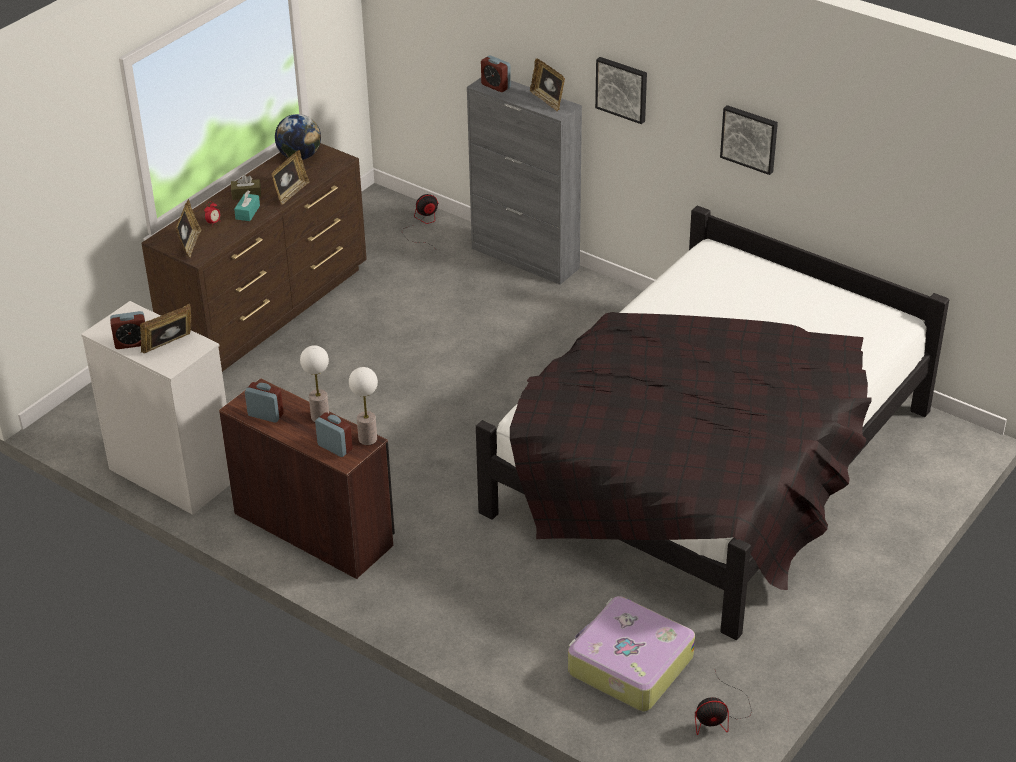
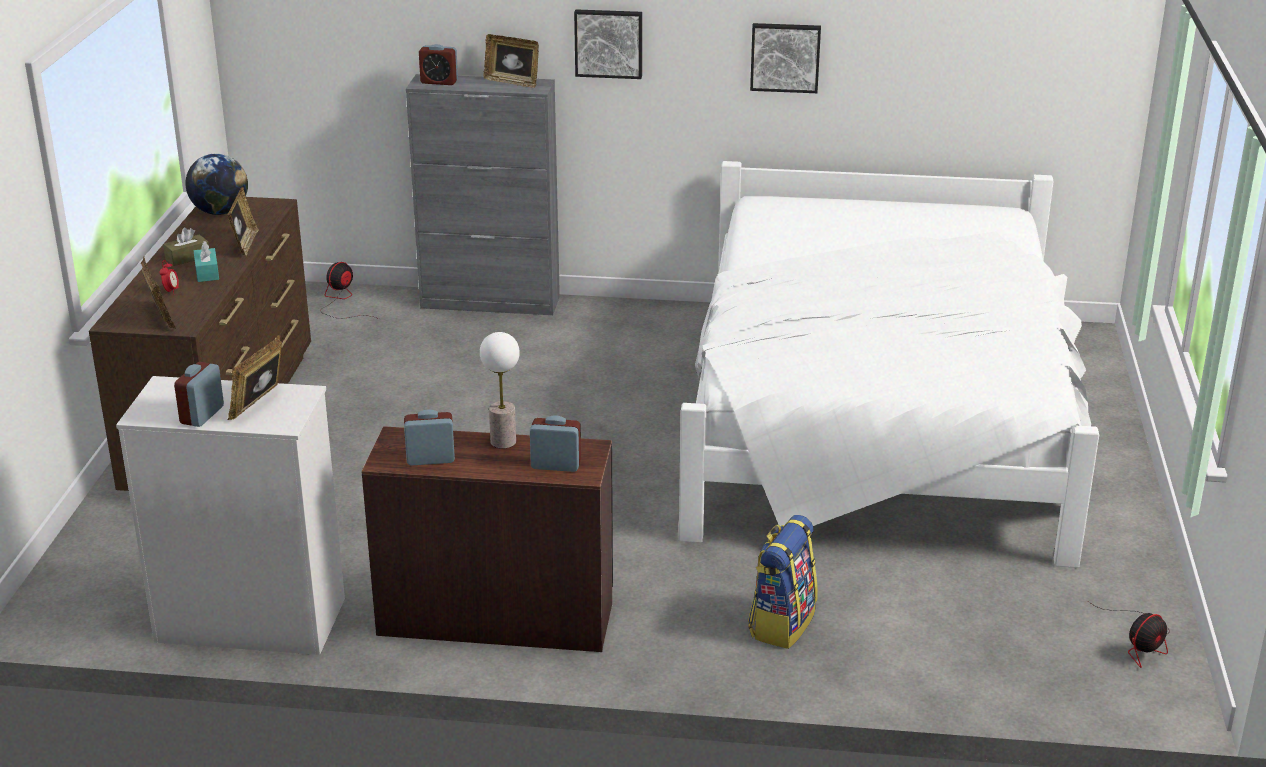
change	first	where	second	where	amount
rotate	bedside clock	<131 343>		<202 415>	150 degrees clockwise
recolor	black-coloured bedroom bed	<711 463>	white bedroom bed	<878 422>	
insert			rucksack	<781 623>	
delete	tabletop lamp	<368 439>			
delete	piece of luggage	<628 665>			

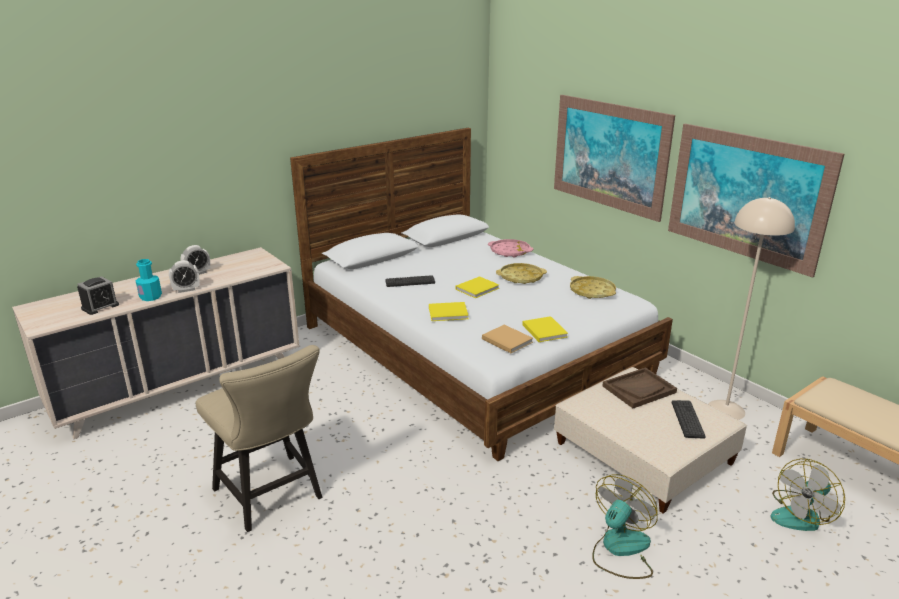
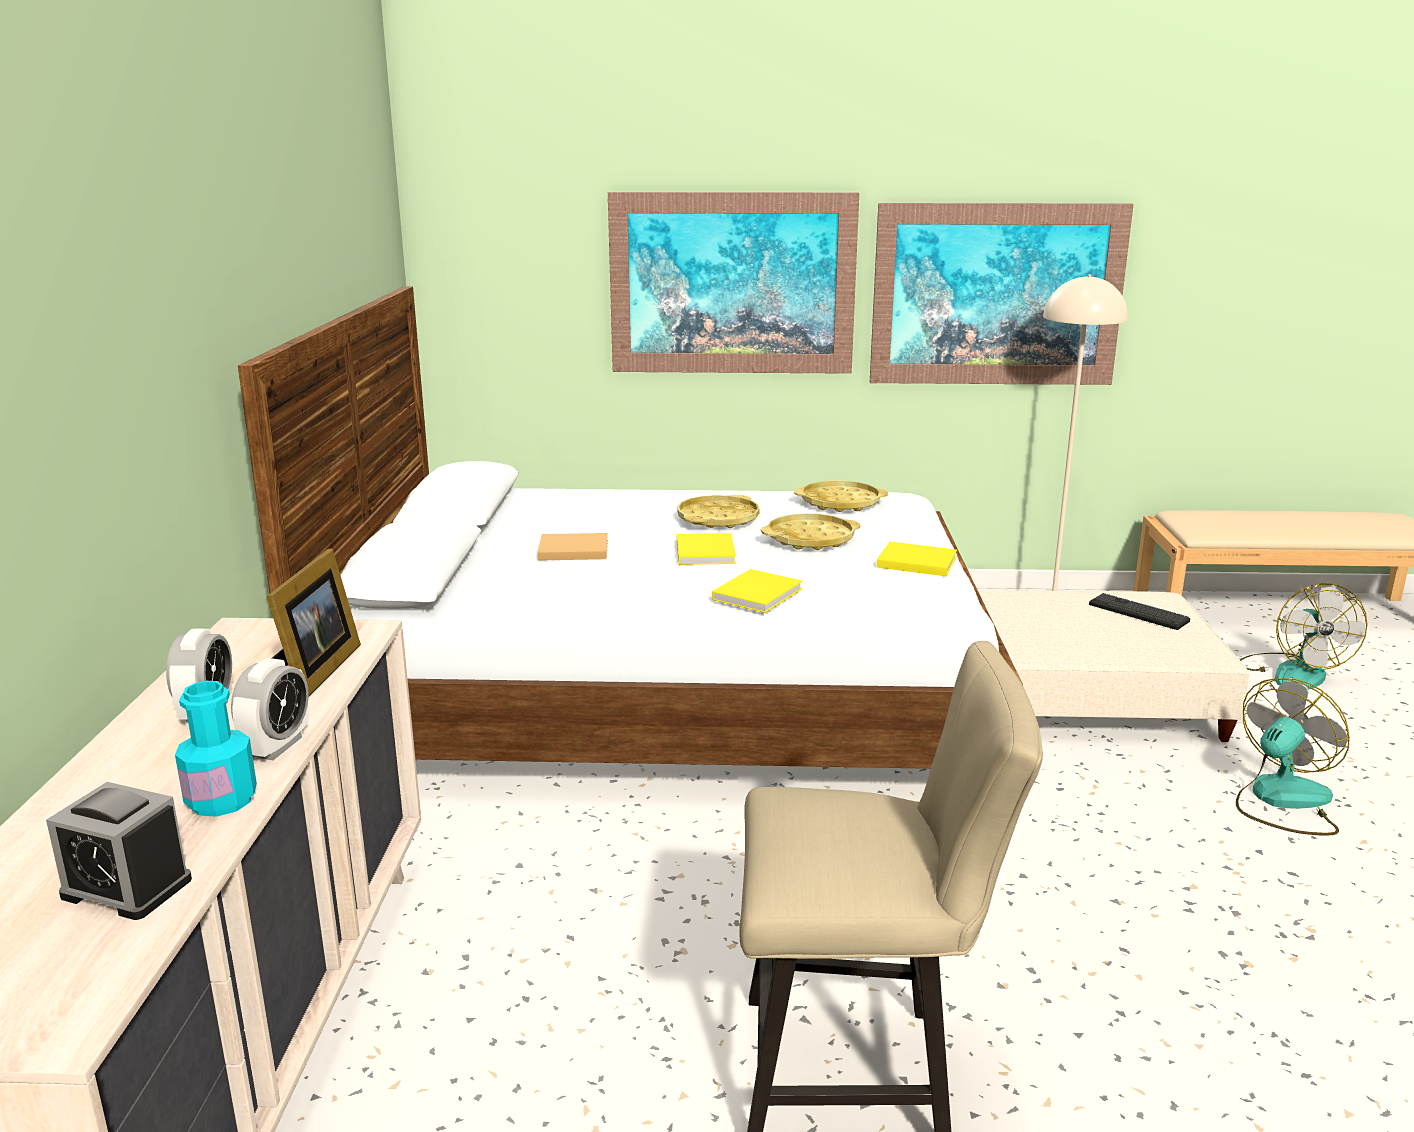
change	first	where	second	where	amount
rotate	bedside clock	<100 307>		<126 888>	120 degrees clockwise
insert			standing frame	<313 673>	
move	sand-coloured bound book	<506 340>		<571 550>	
insert			yellow serving tray	<810 539>	
rotate	cooling fan	<620 549>		<1282 801>	60 degrees clockwise
delete	PC keyboard	<410 282>			
delete	pinkish serving tray	<510 251>			
delete	brownish serving tray	<639 389>			

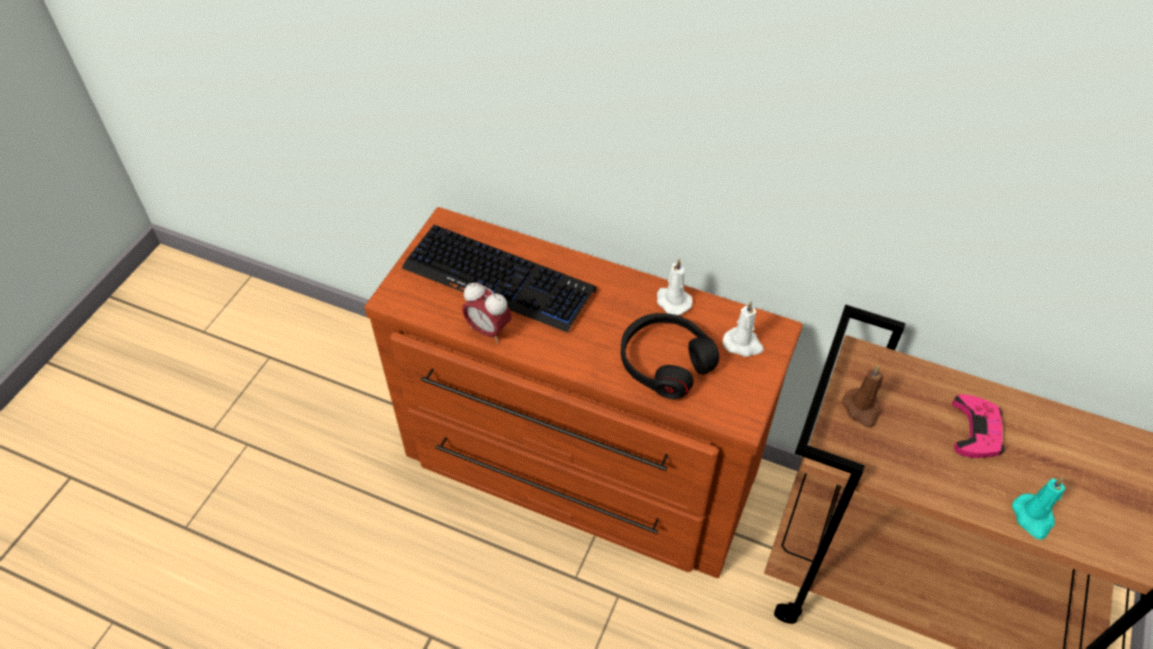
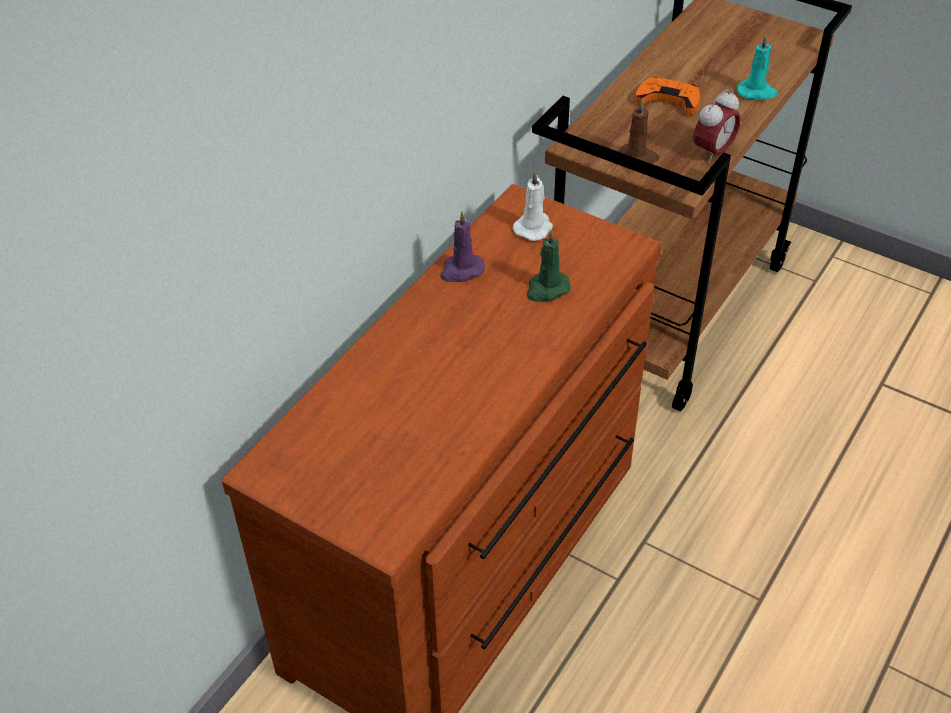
change	first	where	second	where	amount
recolor	white wax candle	<672 301>	purple wax candle	<461 270>	
replace	black-coloured pair of headphones	<665 362>	green wax candle	<547 289>	
recolor	pinkish joypad	<976 431>	orangey joypad	<668 100>	
move	bedside clock	<488 330>		<713 152>	
delete	PC keyboard	<499 279>			

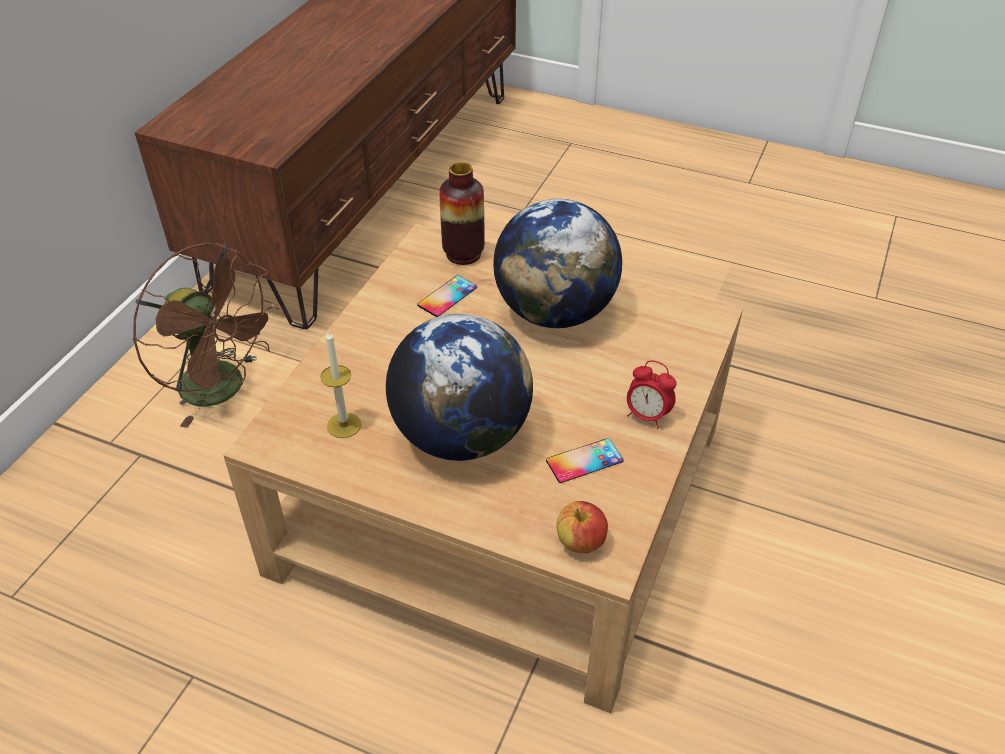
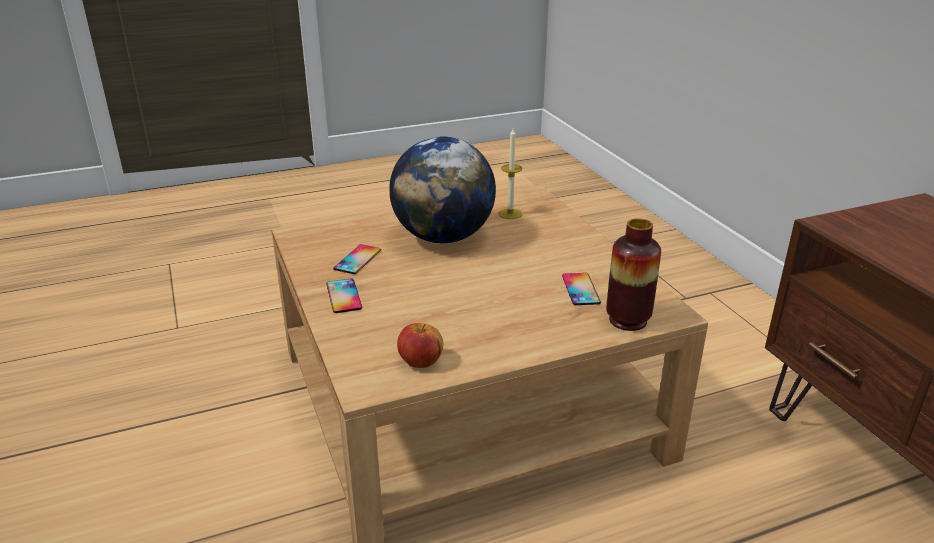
change	first	where	second	where	amount
replace	bedside clock	<647 416>	handset	<344 296>	
move	apple fruit	<580 542>		<420 362>	
delete	brownish cooling fan	<223 390>			
delete	world globe	<555 312>			

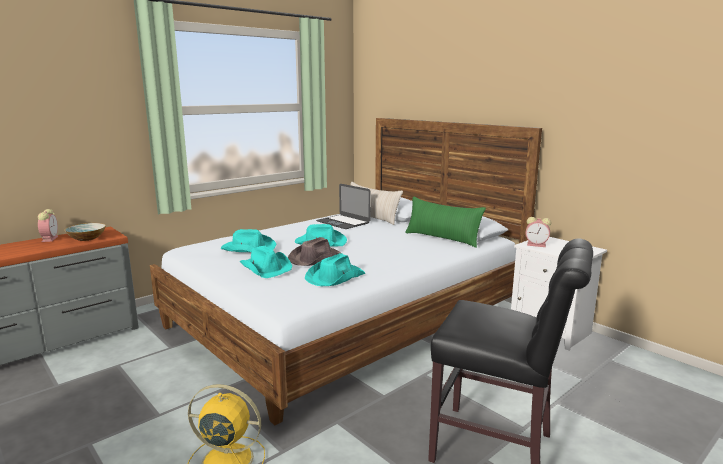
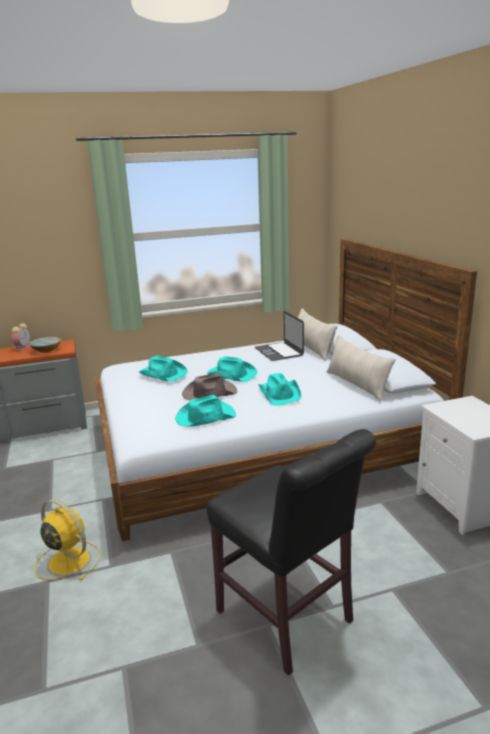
change	first	where	second	where	amount
move	turquoise wearable hat	<266 268>		<280 394>	
recolor	green pillow	<442 238>	sand-coloured pillow	<357 385>	
delete	bedside clock	<537 245>			

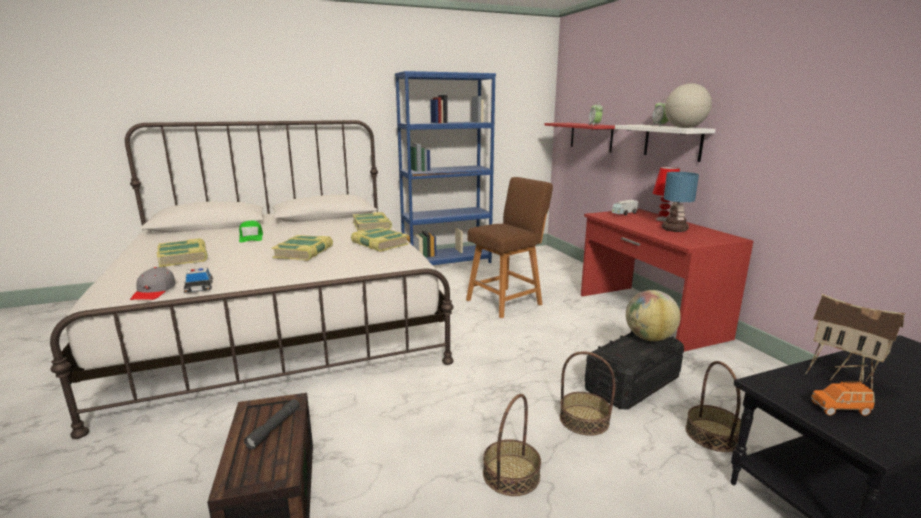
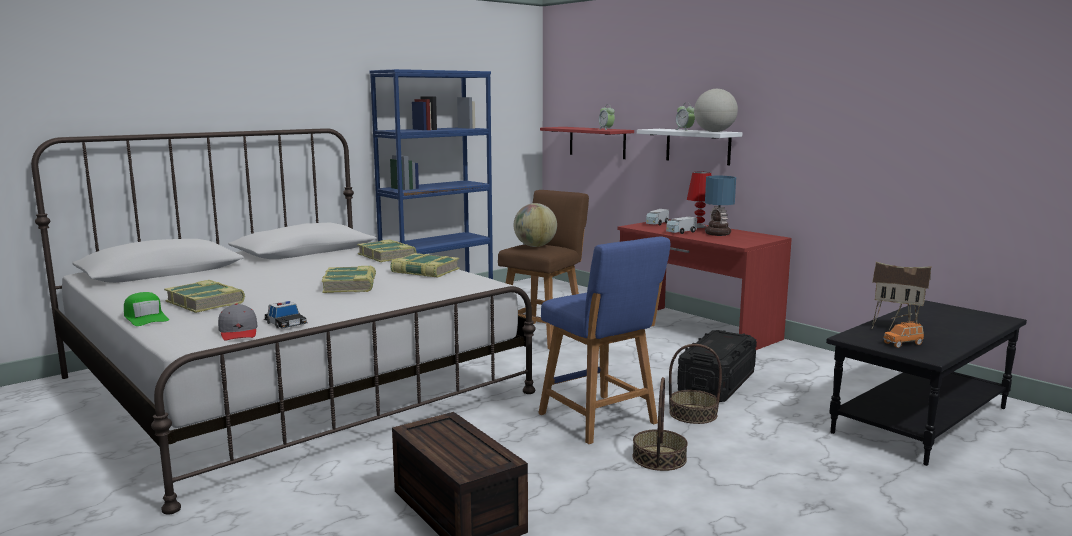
change	first	where	second	where	amount
move	green peaked cap	<251 237>		<146 318>	
move	world globe	<649 338>		<535 246>	
insert			blue-coloured stool seat	<601 420>	
insert			toy lorry	<681 232>	
delete	gray flashlight	<274 428>			
delete	basket	<713 435>			

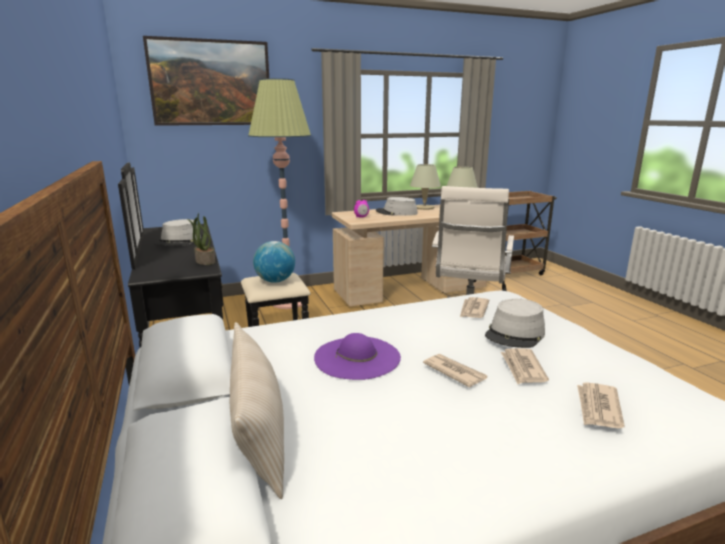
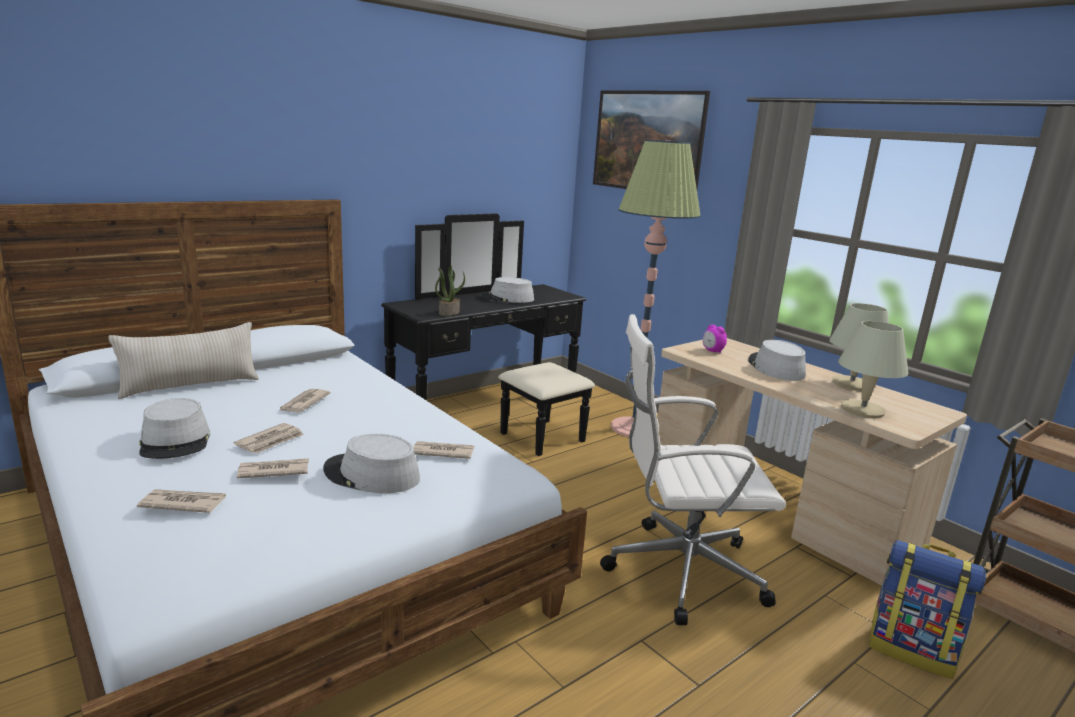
change	first	where	second	where	amount
insert			gray wearable hat	<175 441>	
replace	purple wearable hat	<357 357>	daily paper	<303 403>	
insert			rucksack	<912 650>	
delete	world globe	<275 281>			

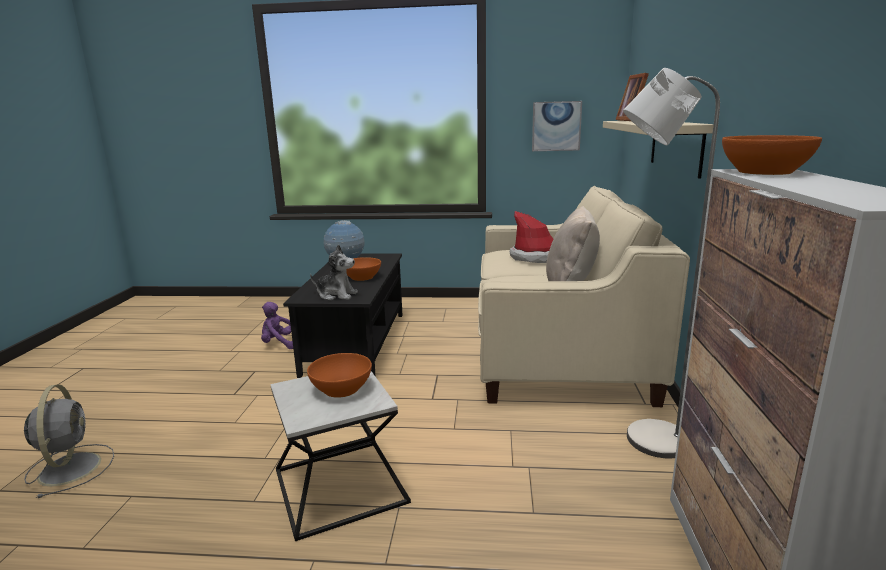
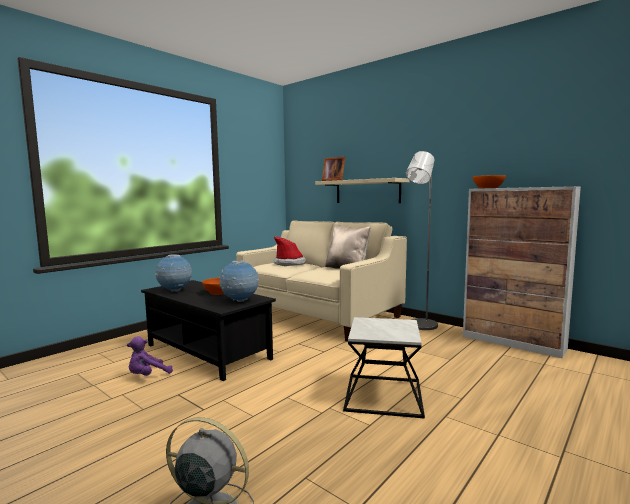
change	first	where	second	where	amount
replace	soft toy	<336 295>	world globe	<240 301>	
delete	orangey serving bowl	<341 388>			
delete	wall picture	<556 126>			

